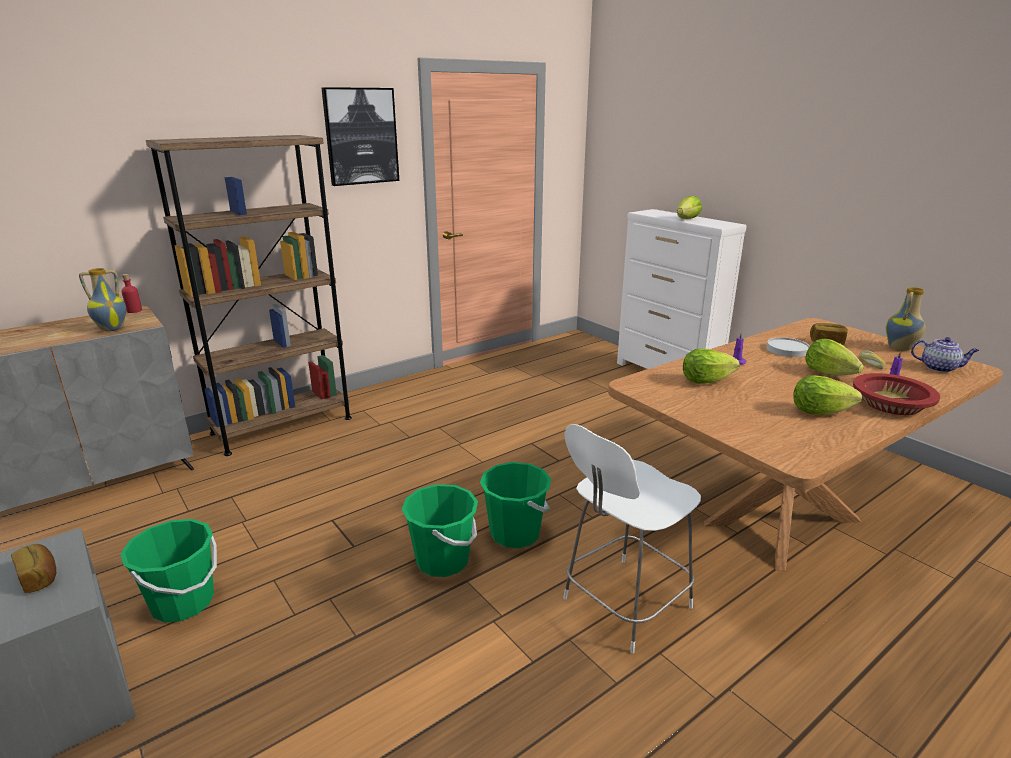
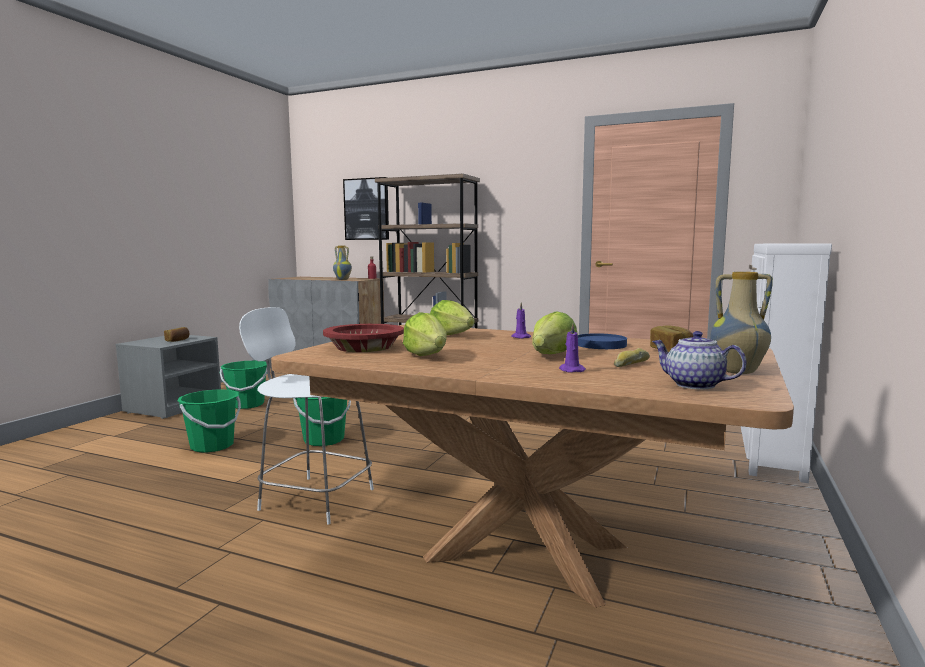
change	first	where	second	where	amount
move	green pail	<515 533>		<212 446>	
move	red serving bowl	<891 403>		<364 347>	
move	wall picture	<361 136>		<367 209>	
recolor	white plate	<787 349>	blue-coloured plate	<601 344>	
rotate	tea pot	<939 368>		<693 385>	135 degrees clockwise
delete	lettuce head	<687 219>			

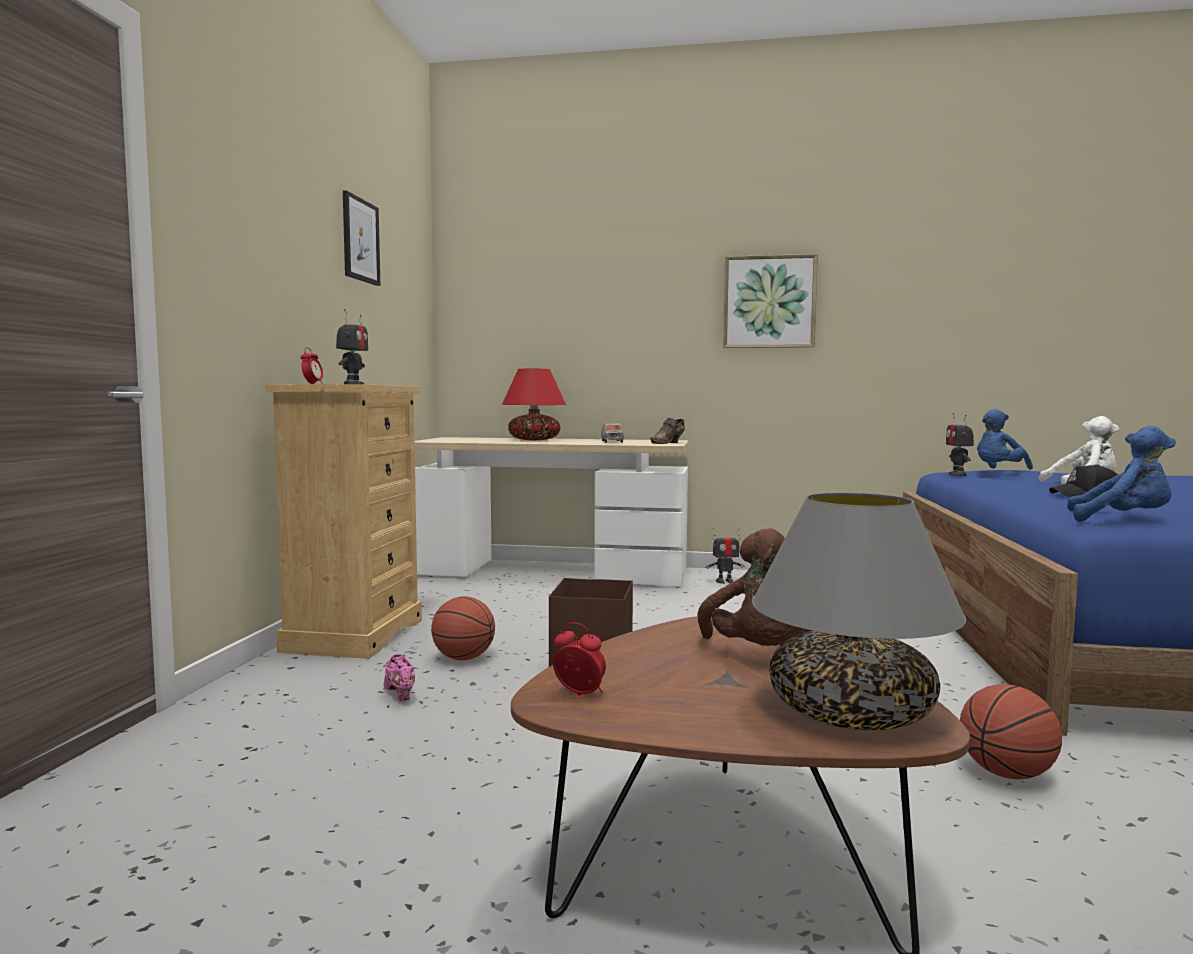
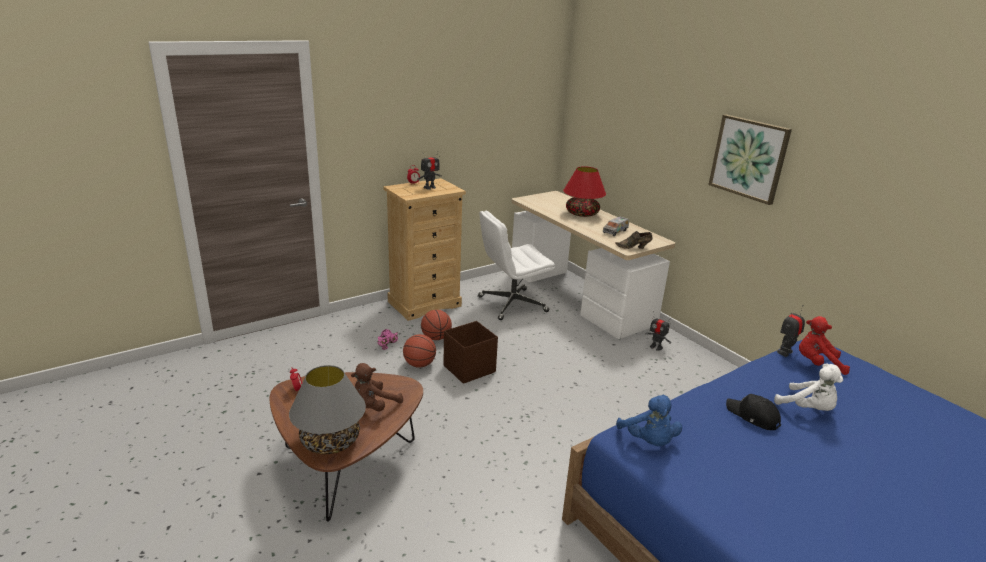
change	first	where	second	where	amount
move	ball for basketball	<1006 773>		<419 364>	
insert			white office chair	<511 304>	
recolor	blue-coloured soft toy	<998 471>	red soft toy	<816 364>	
delete	wall picture	<360 240>			

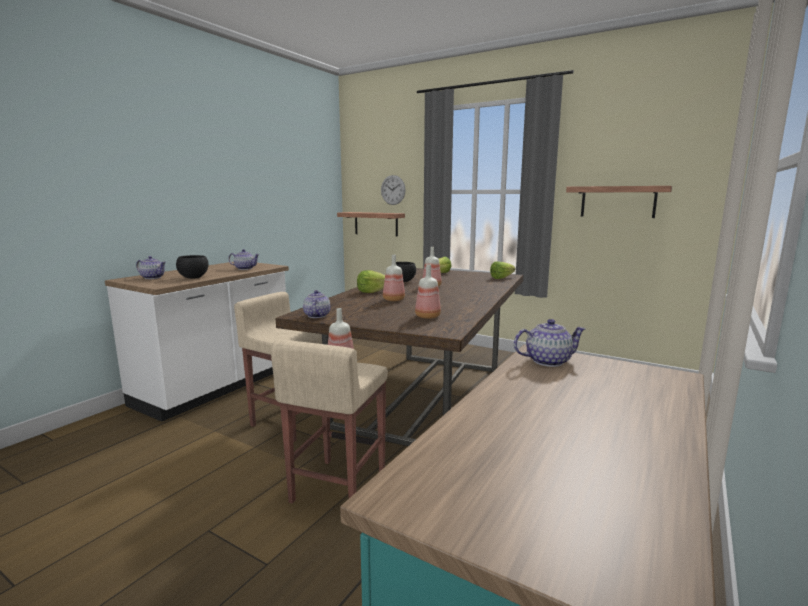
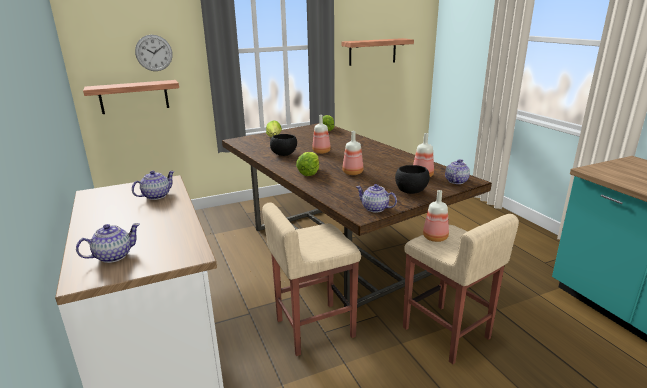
change	first	where	second	where	amount
move	black-coloured serving bowl	<193 277>		<410 191>	
move	tea pot	<547 361>		<456 181>	

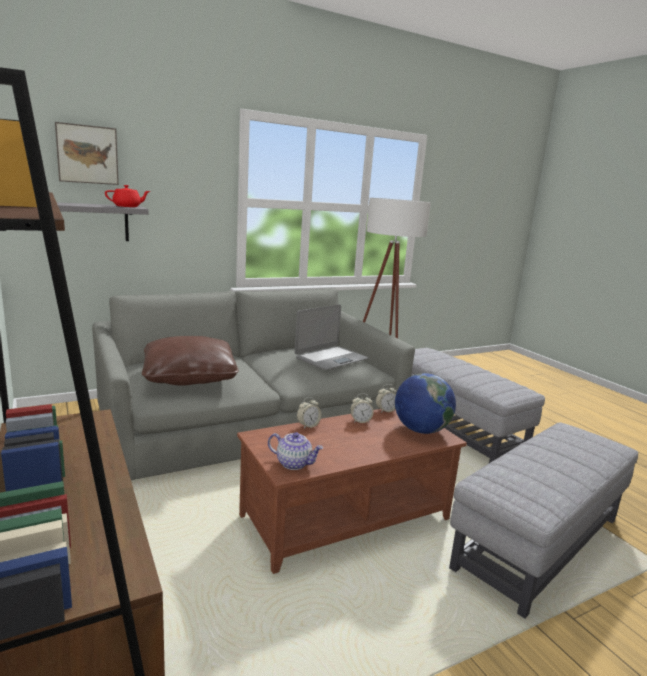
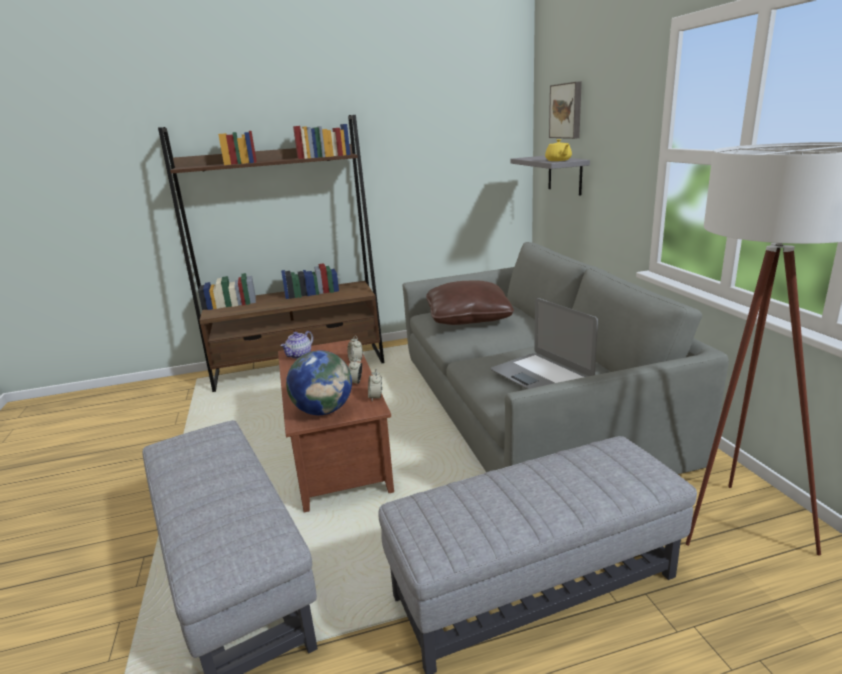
change	first	where	second	where	amount
recolor	red tea pot	<127 206>	yellow tea pot	<558 160>	

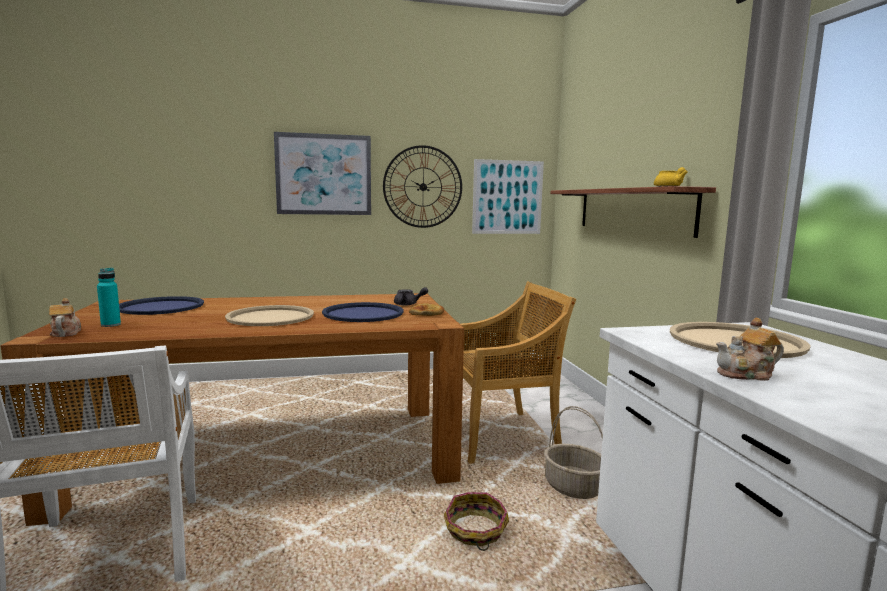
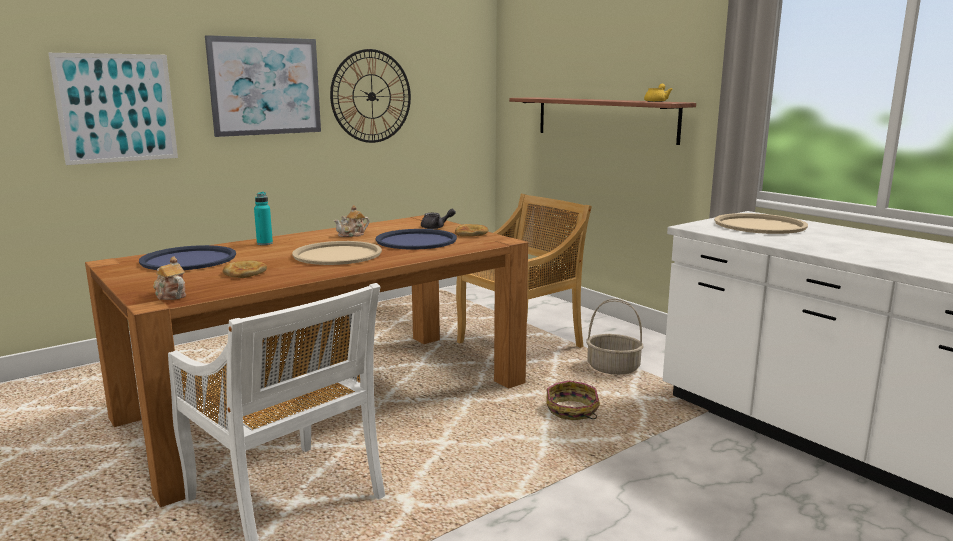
change	first	where	second	where	amount
move	wall picture	<507 197>		<117 108>	
insert			baked bread	<245 272>	
move	turquoise drink bottle	<111 325>		<264 243>	
move	tea pot	<747 374>		<352 235>	

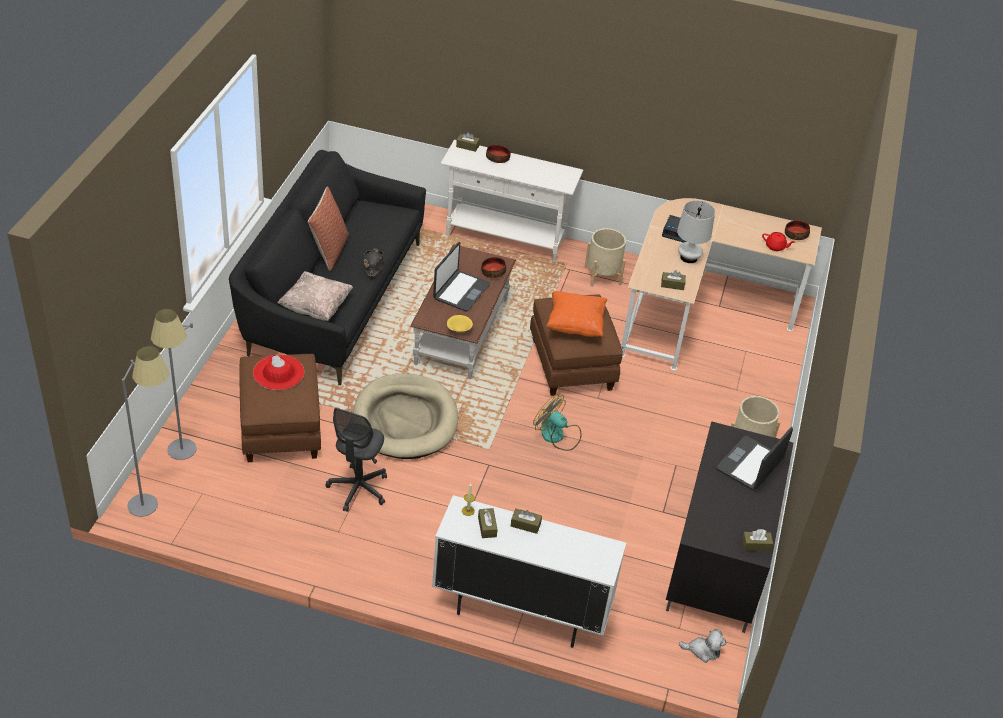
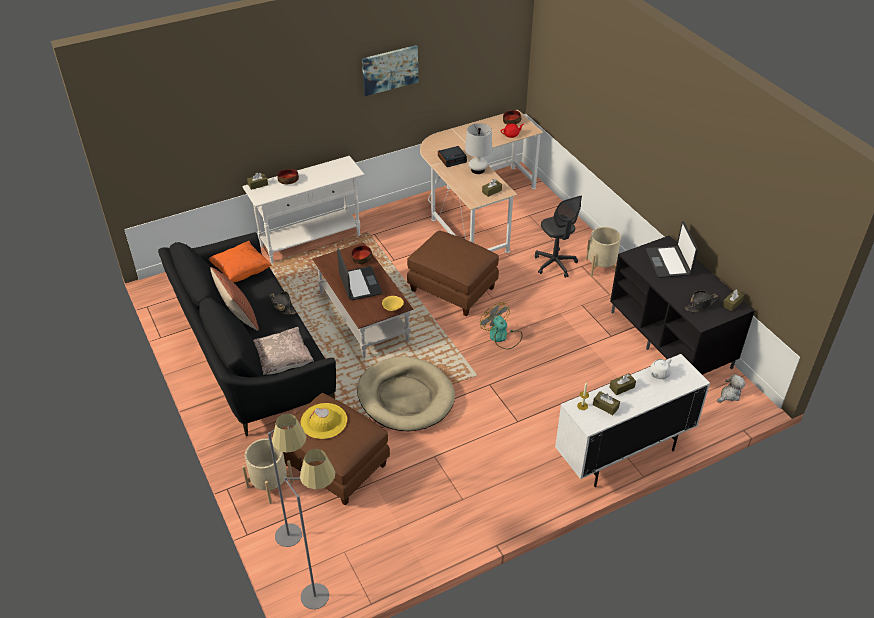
change	first	where	second	where	amount
move	orangey pillow	<575 325>		<241 272>	
move	sand-coloured planter	<602 275>		<270 484>	
recolor	red wearable hat	<278 373>	yellow wearable hat	<324 421>	
insert			wall picture	<390 69>	
rotate	cooling fan	<557 436>		<502 337>	60 degrees clockwise
move	gray office chair	<358 489>		<555 264>	
insert			white tea pot	<659 374>	
insert			black-coloured wearable hat	<700 304>	

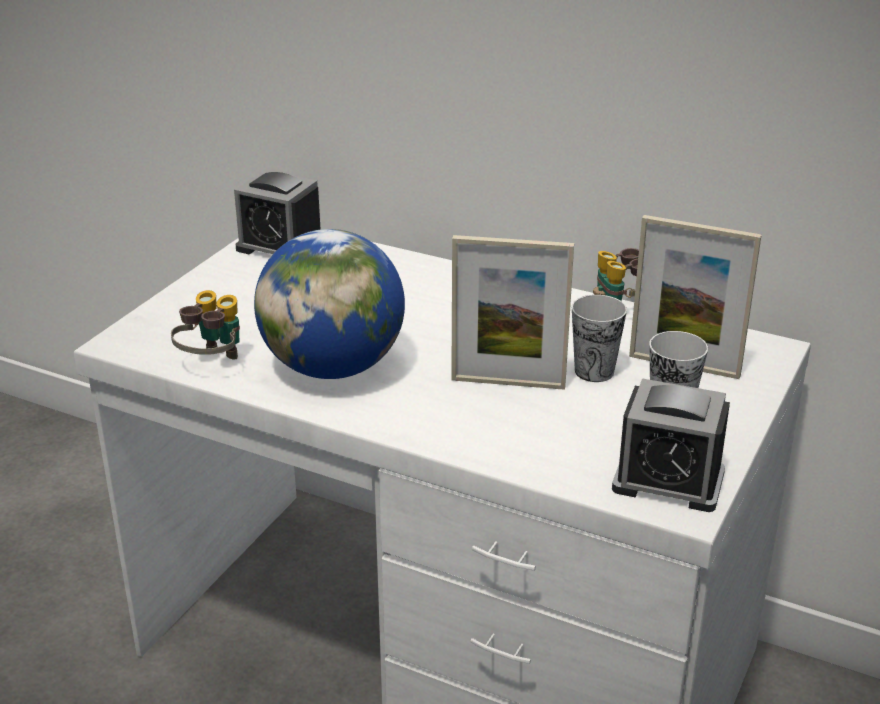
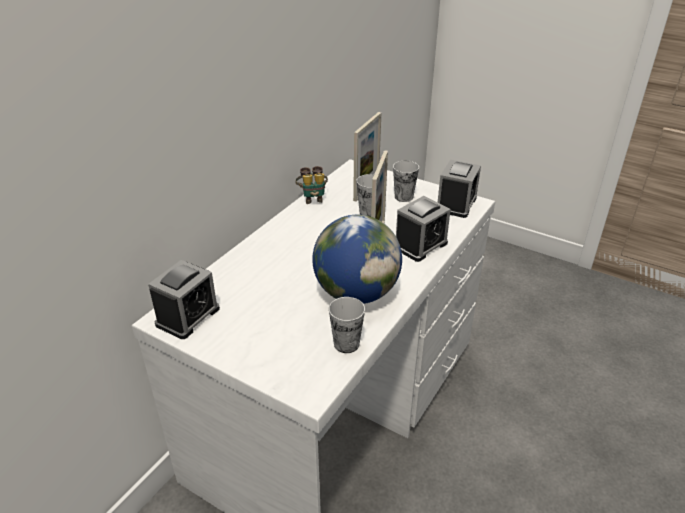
change	first	where	second	where	amount
replace	pair of binoculars	<212 364>	drinking cup	<346 344>	
insert			bedside clock	<420 245>	

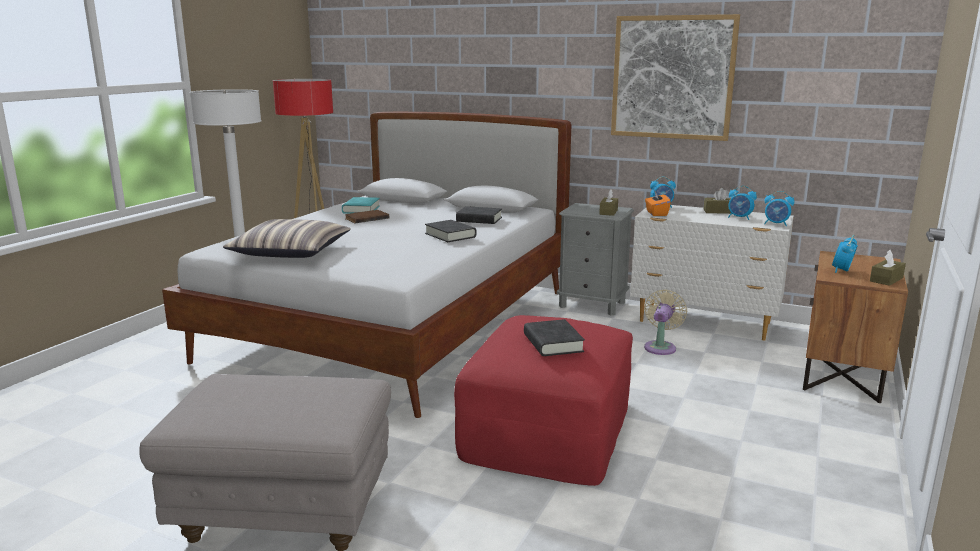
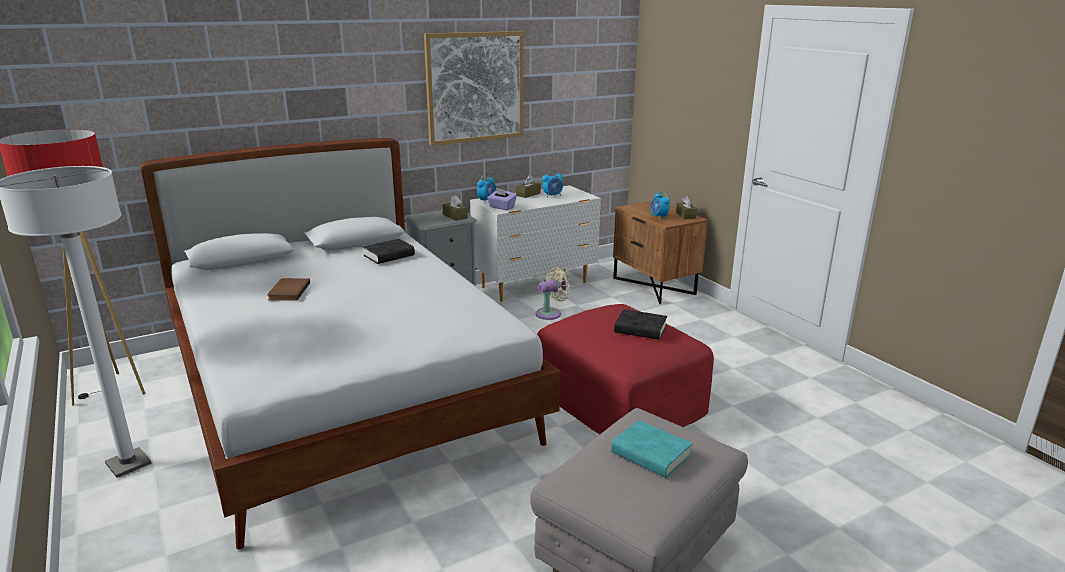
change	first	where	second	where	amount
recolor	orangey tissue box	<656 213>	purple tissue box	<501 207>	
rotate	sand-coloured cooling fan	<661 347>		<551 313>	90 degrees clockwise
move	turquoise bound book	<361 209>		<651 454>	
delete	pillow	<291 252>			
delete	black-coloured bound book	<450 235>			
delete	bedside clock	<776 224>			

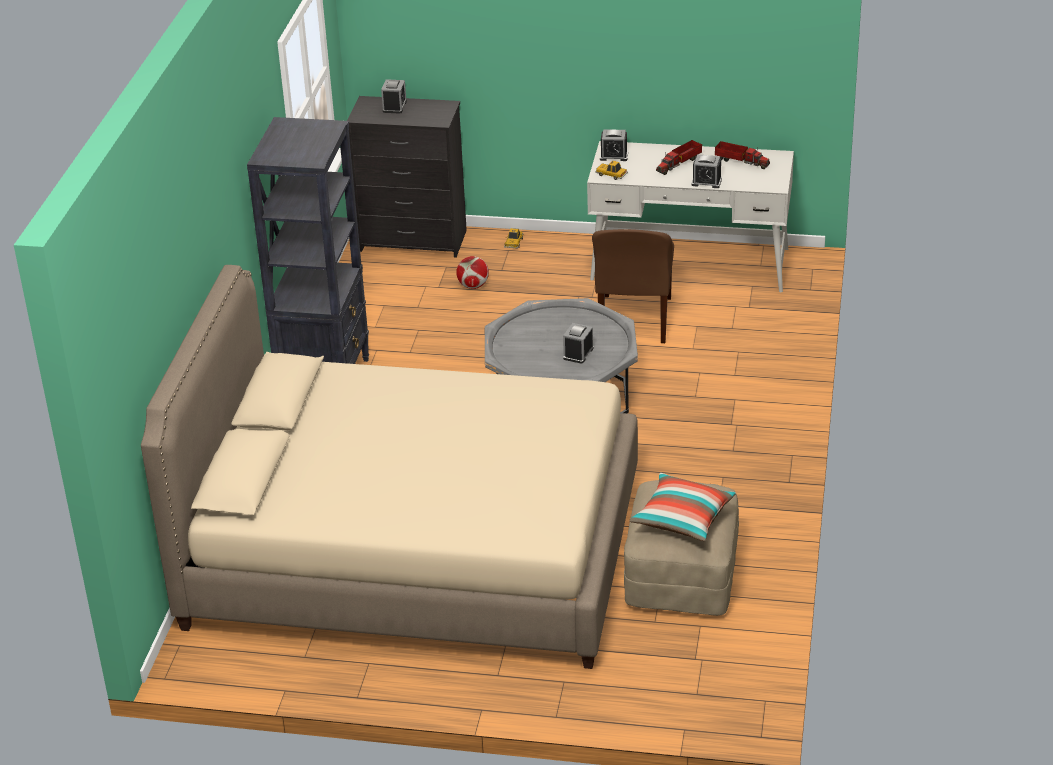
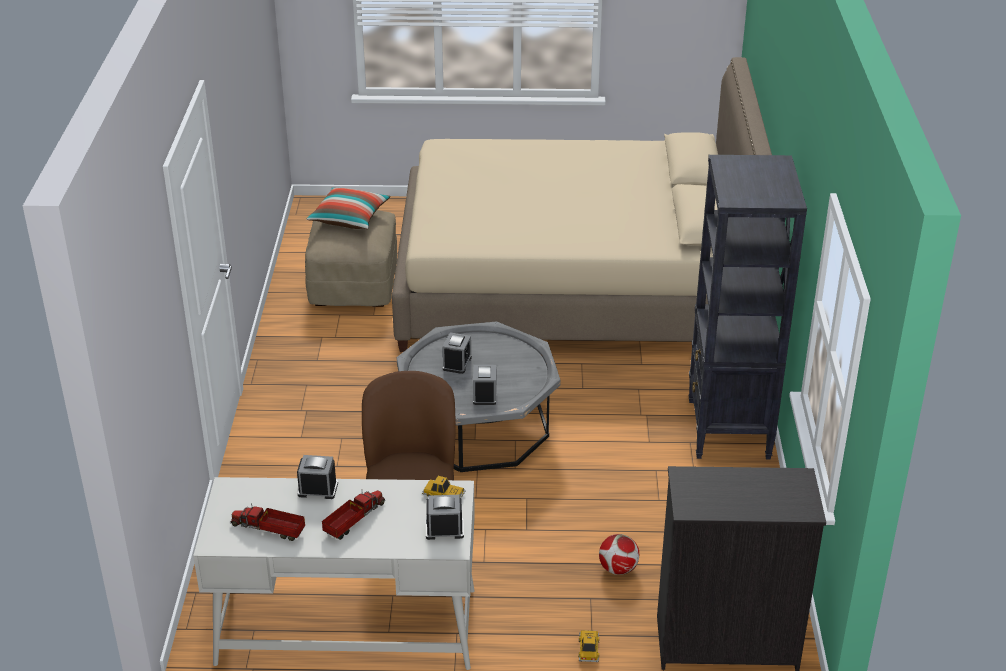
change	first	where	second	where	amount
move	bedside clock	<394 106>		<484 395>	

